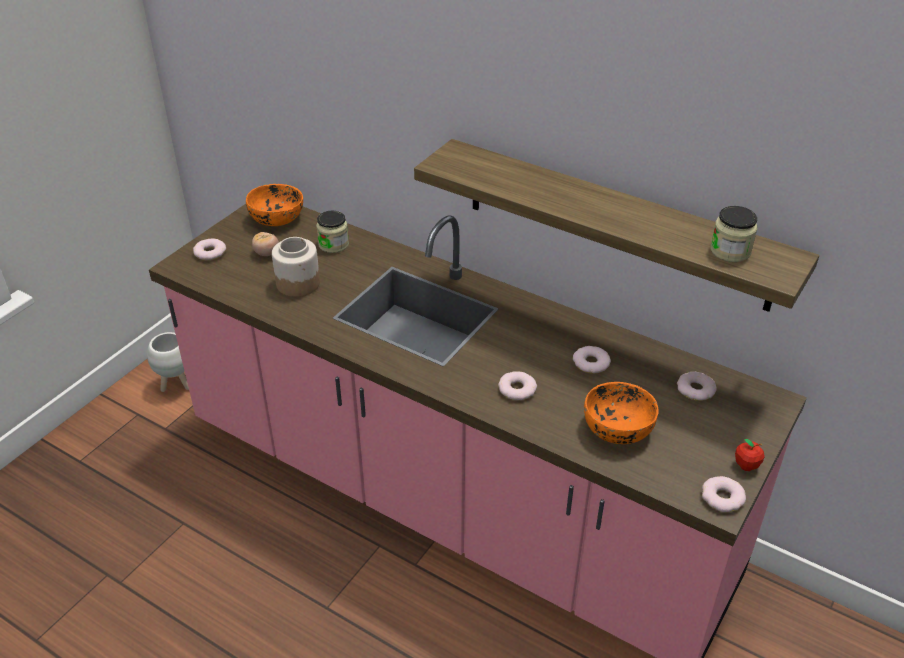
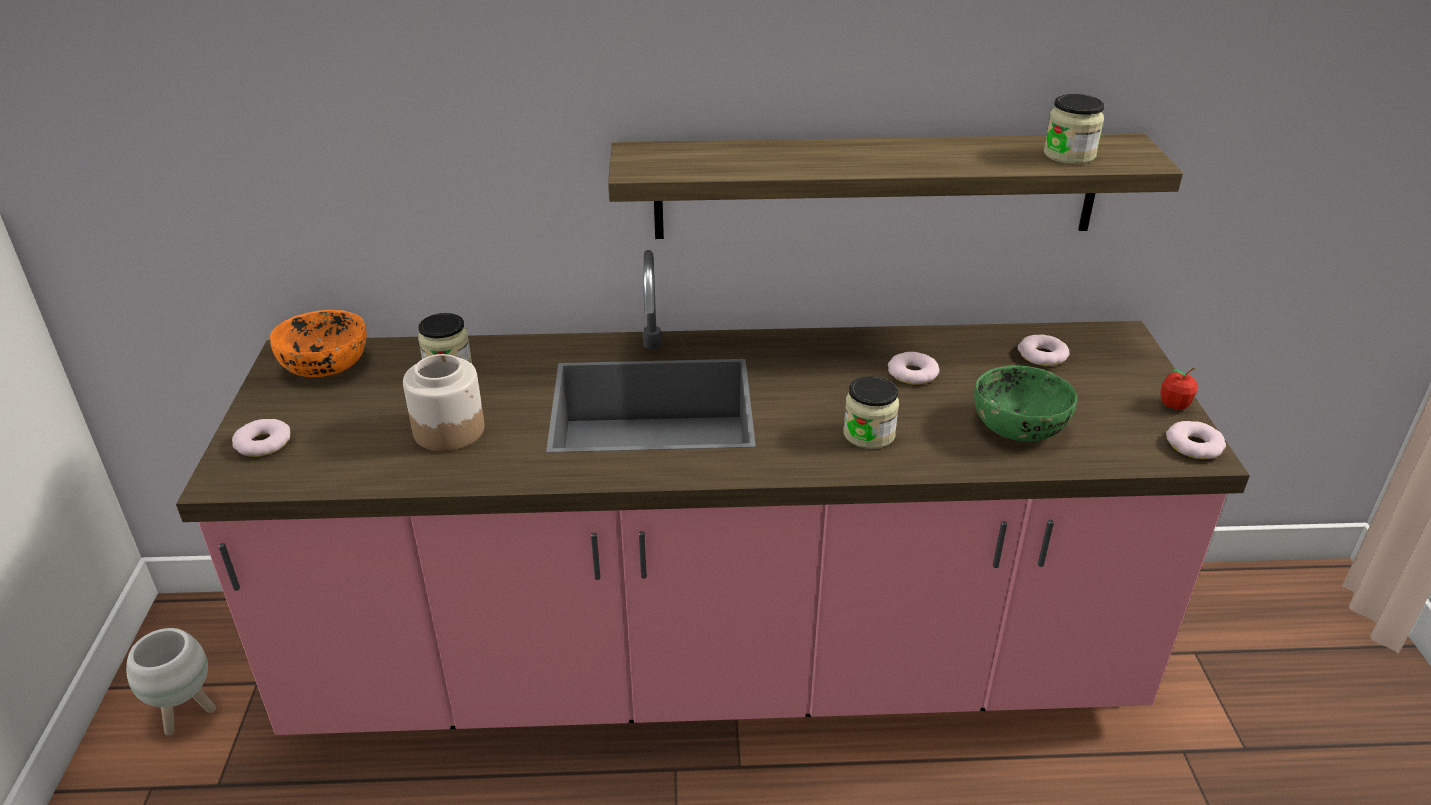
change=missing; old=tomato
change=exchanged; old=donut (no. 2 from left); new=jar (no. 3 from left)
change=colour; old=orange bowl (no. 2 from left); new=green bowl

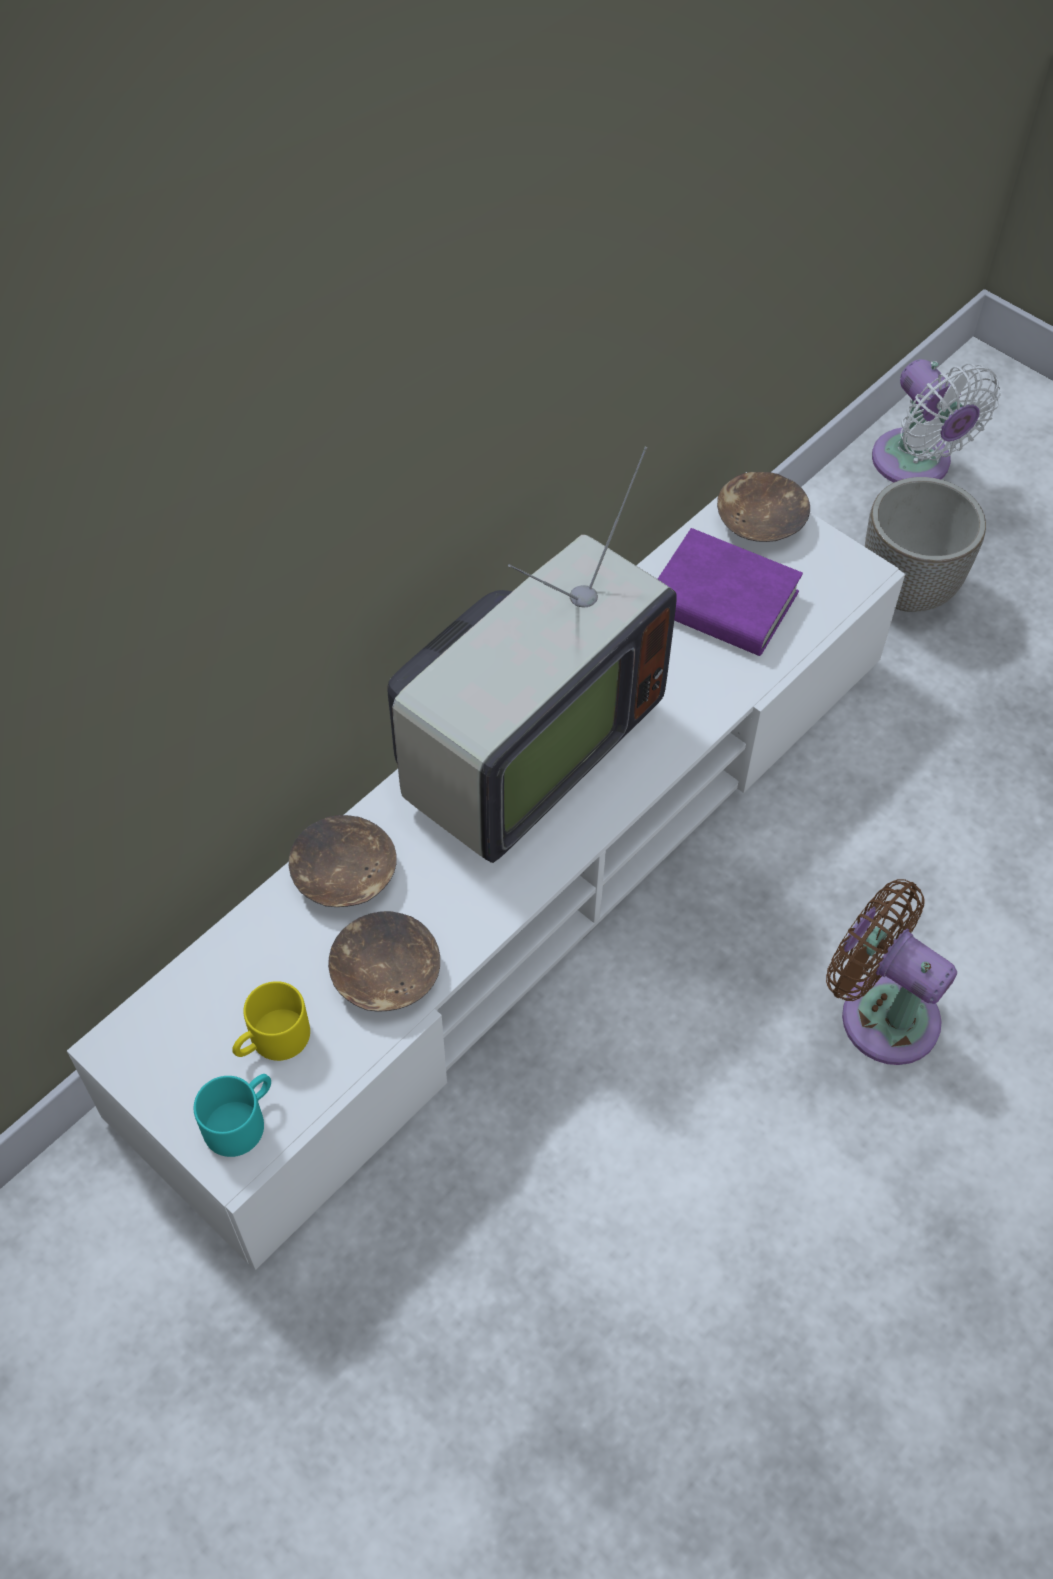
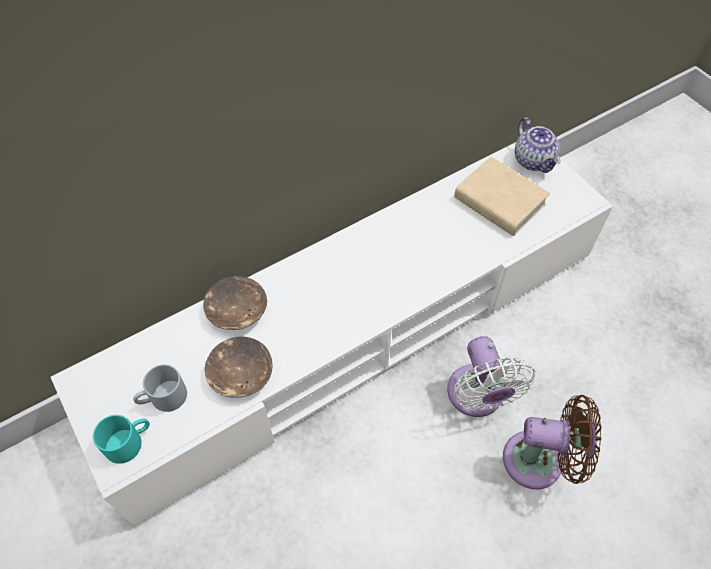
change=colour; old=yellow mug; new=grey mug
change=missing; old=television
change=colour; old=purple book; new=beige book
change=exchanged; old=brown bowl (no. 3 from left); new=teapot
change=spun; old=brown fan; degrees=135
change=missing; old=planter
change=relocated; old=white fan

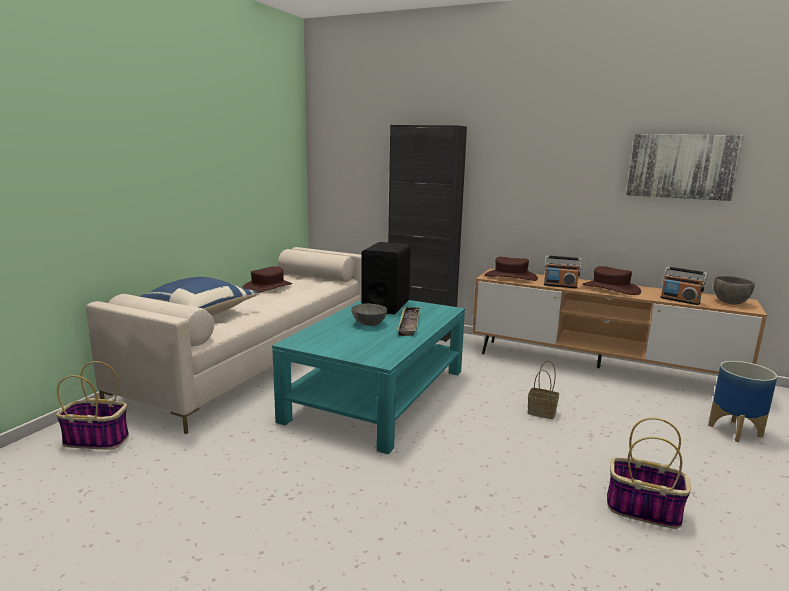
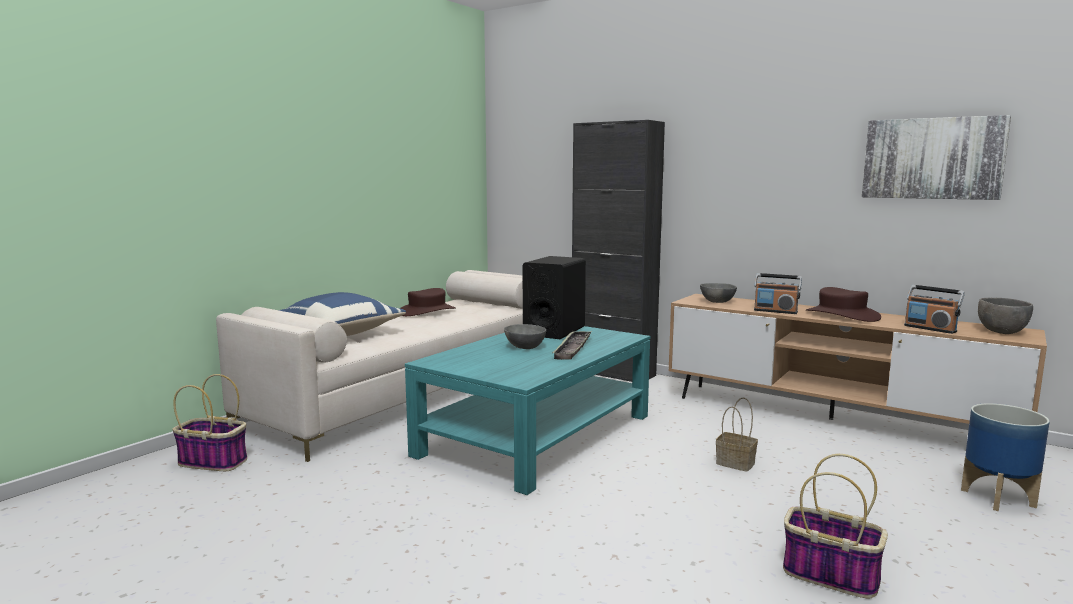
change=exchanged; old=brown hat (no. 2 from left); new=grey bowl (no. 2 from left)

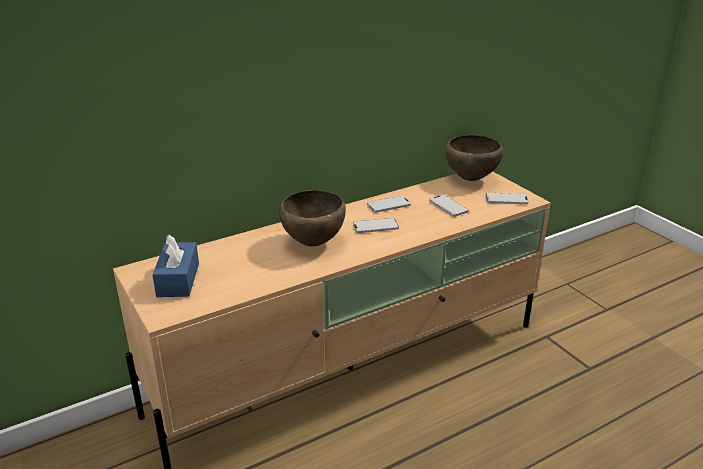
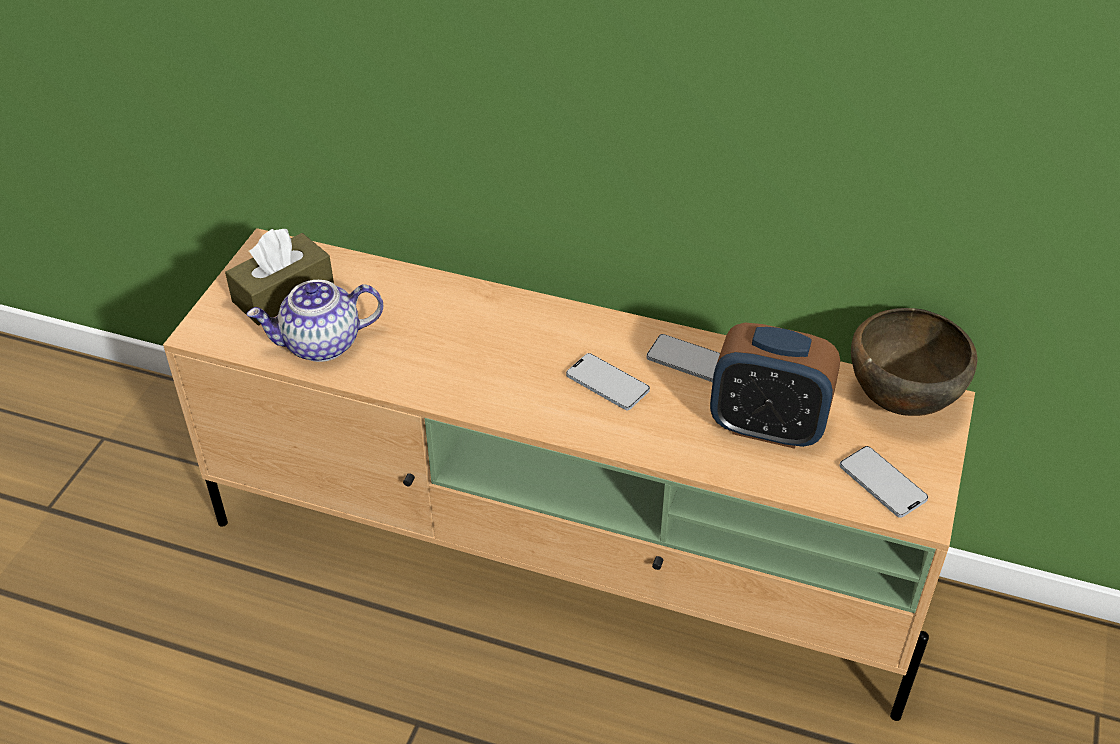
change=colour; old=blue tissue box; new=brown tissue box
change=missing; old=brown bowl (no. 1 from left)
change=exchanged; old=phone (no. 3 from left); new=alarm clock
change=appeared; new=teapot

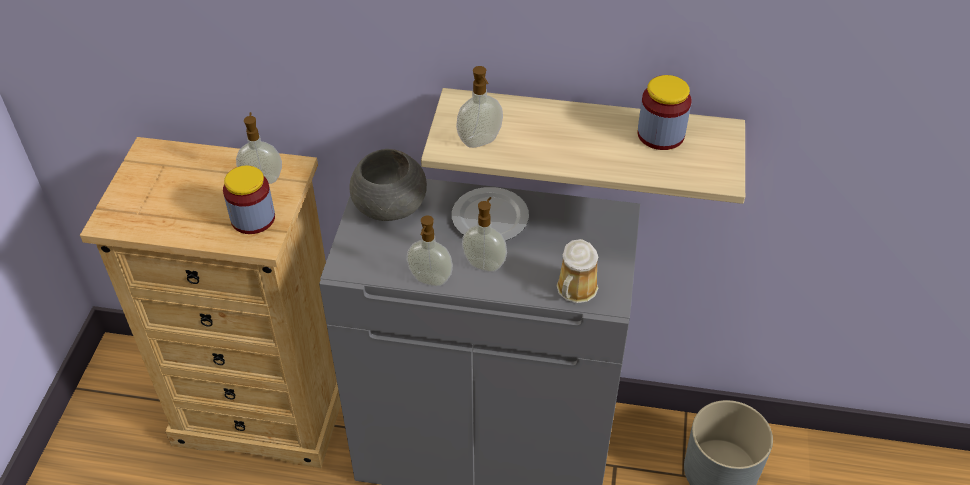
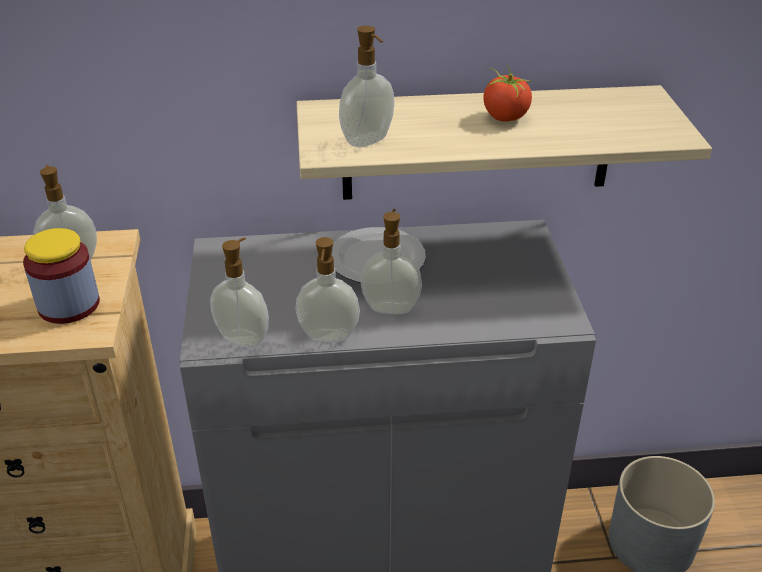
change=missing; old=grey bowl
change=missing; old=mug
change=missing; old=jar (no. 2 from left)
change=appeared; new=soap dispenser (no. 2 from left)
change=appeared; new=tomato

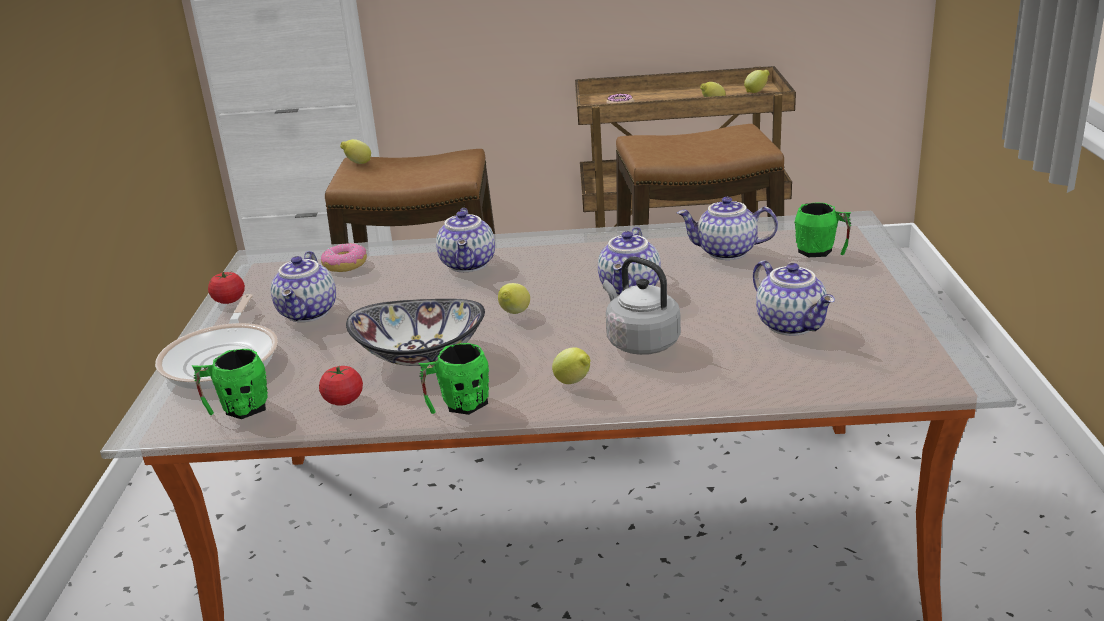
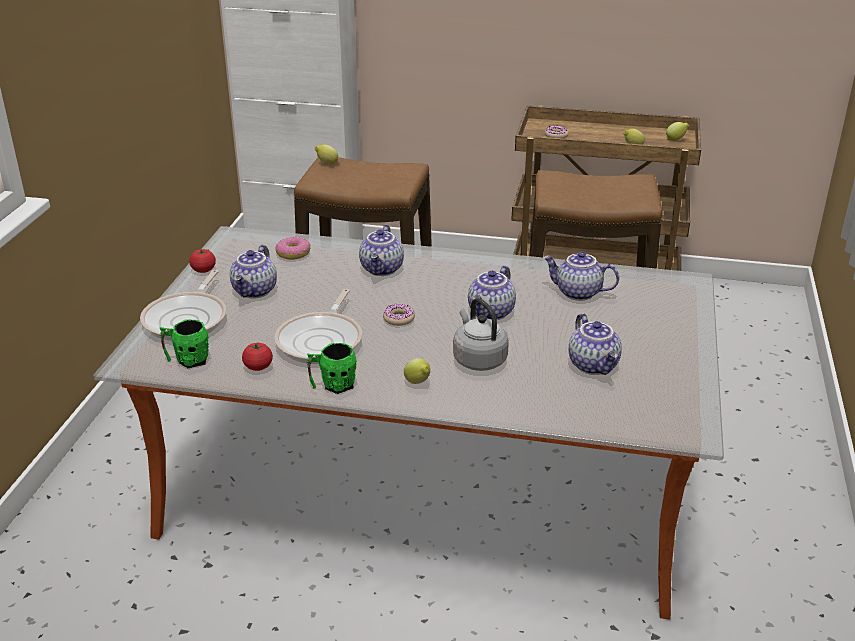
change=exchanged; old=bowl; new=frying pan (no. 2 from left)
change=exchanged; old=lemon (no. 2 from left); new=donut (no. 2 from left)
change=missing; old=green mug (no. 3 from left)

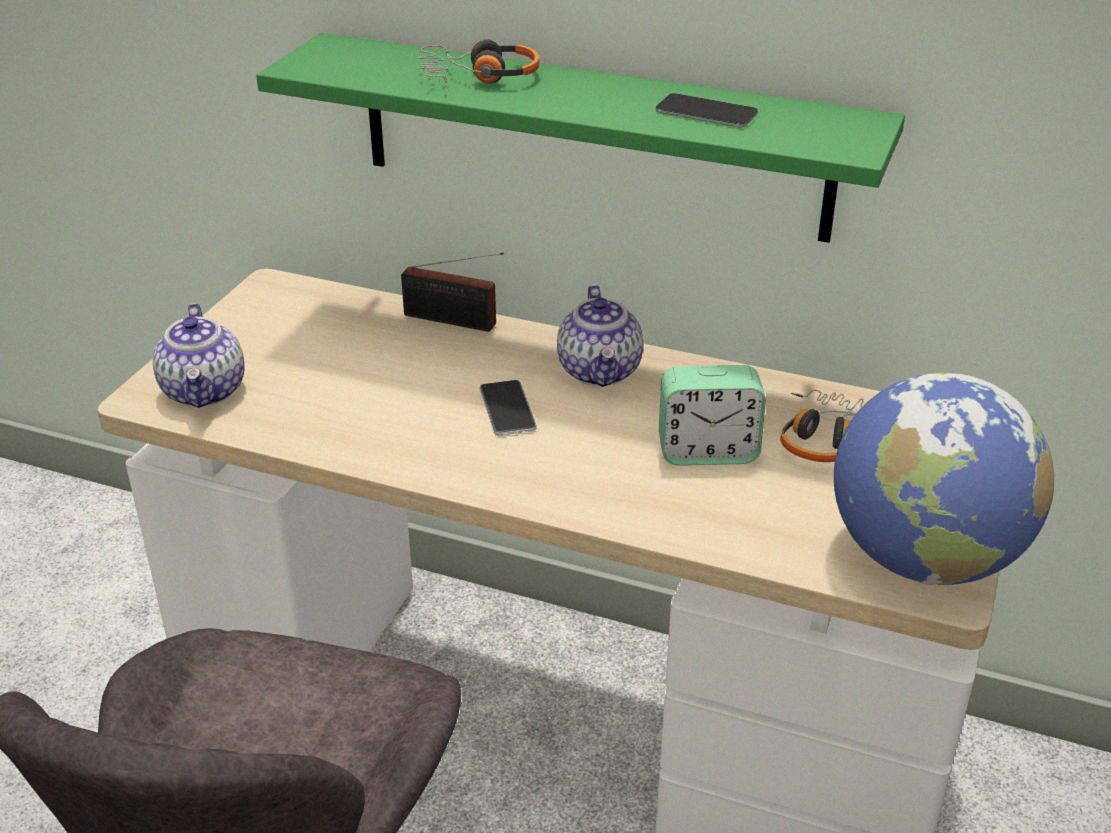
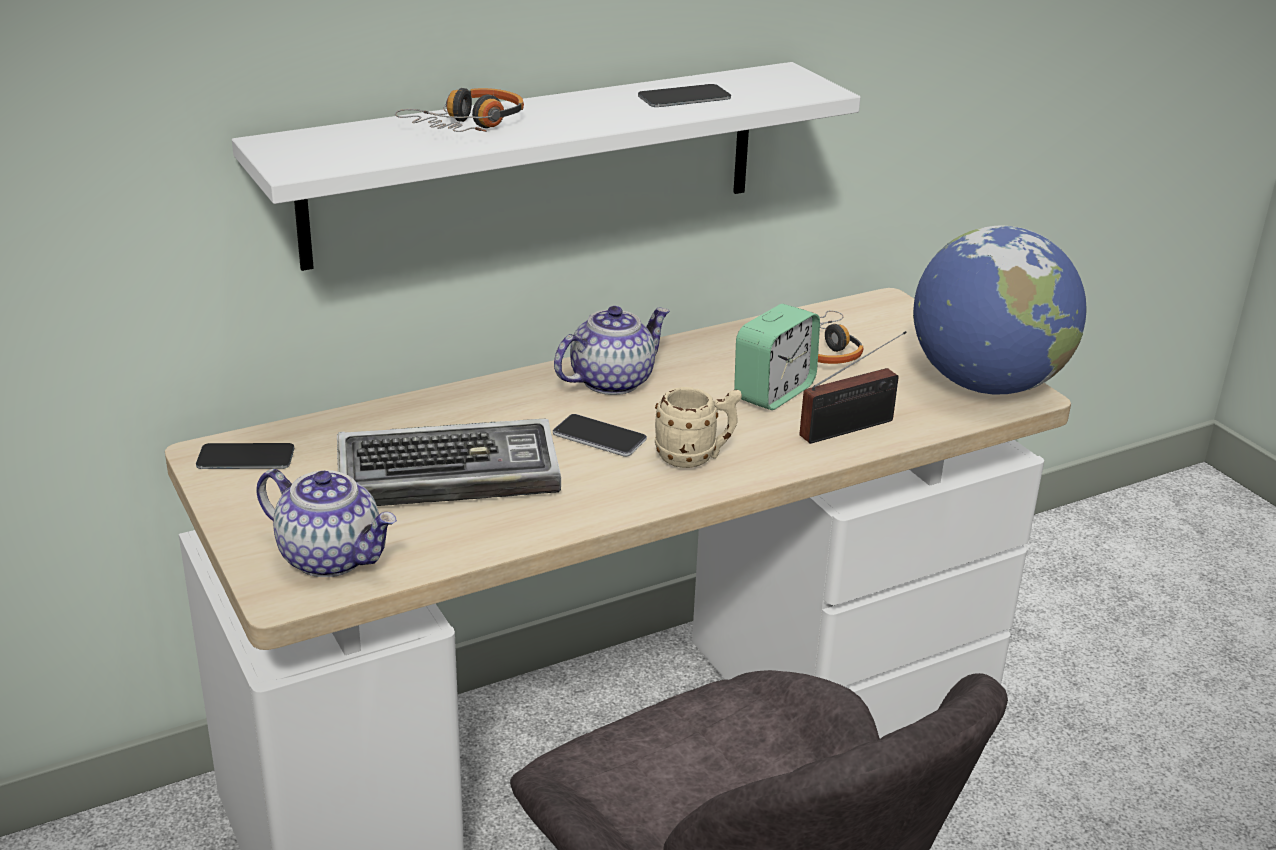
change=colour; old=green shelf; new=white shelf
change=relocated; old=radio
change=spun; old=teapot (no. 2 from left); degrees=-75
change=appeared; new=phone (no. 1 from left)
change=appeared; new=keyboard
change=appeared; new=beige mug

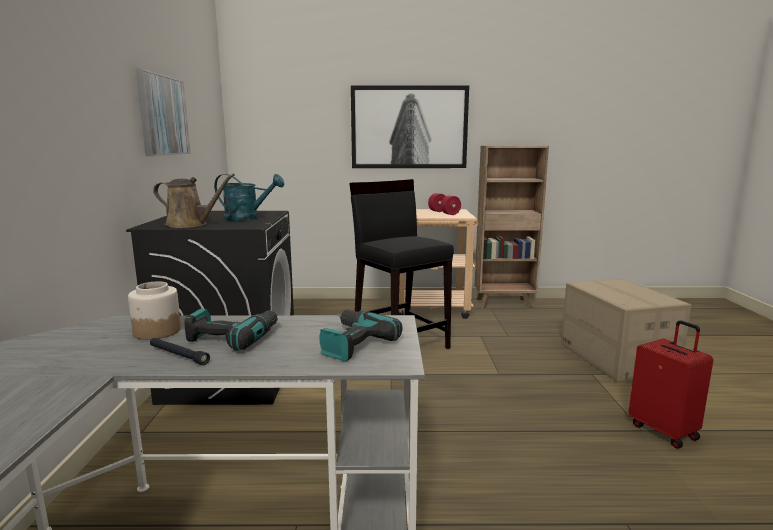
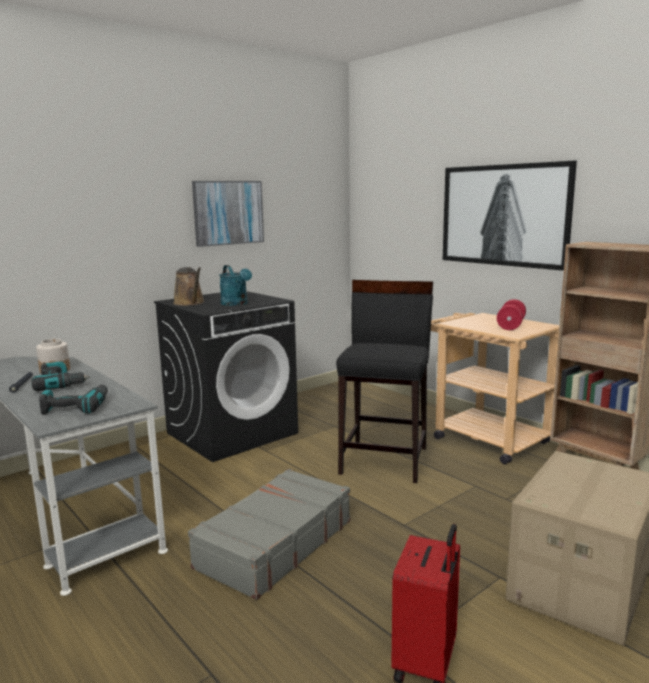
change=appeared; new=grey suitcase

